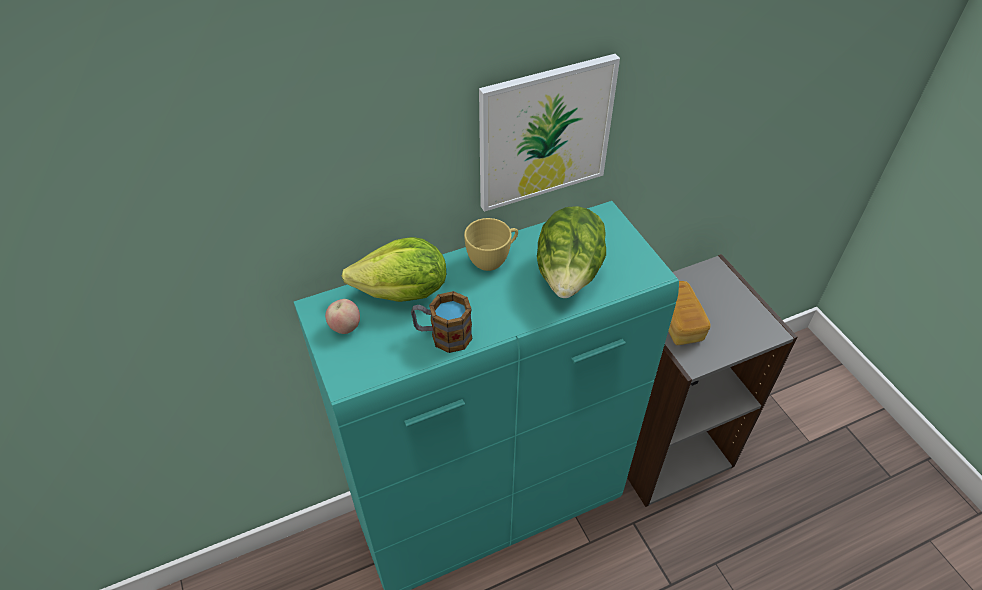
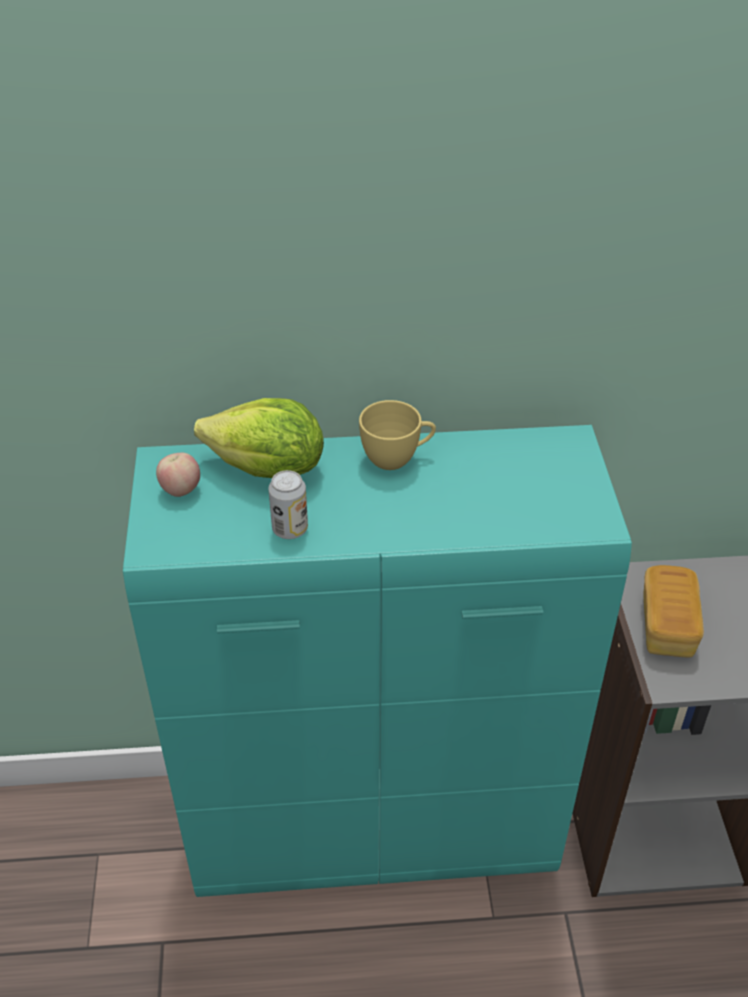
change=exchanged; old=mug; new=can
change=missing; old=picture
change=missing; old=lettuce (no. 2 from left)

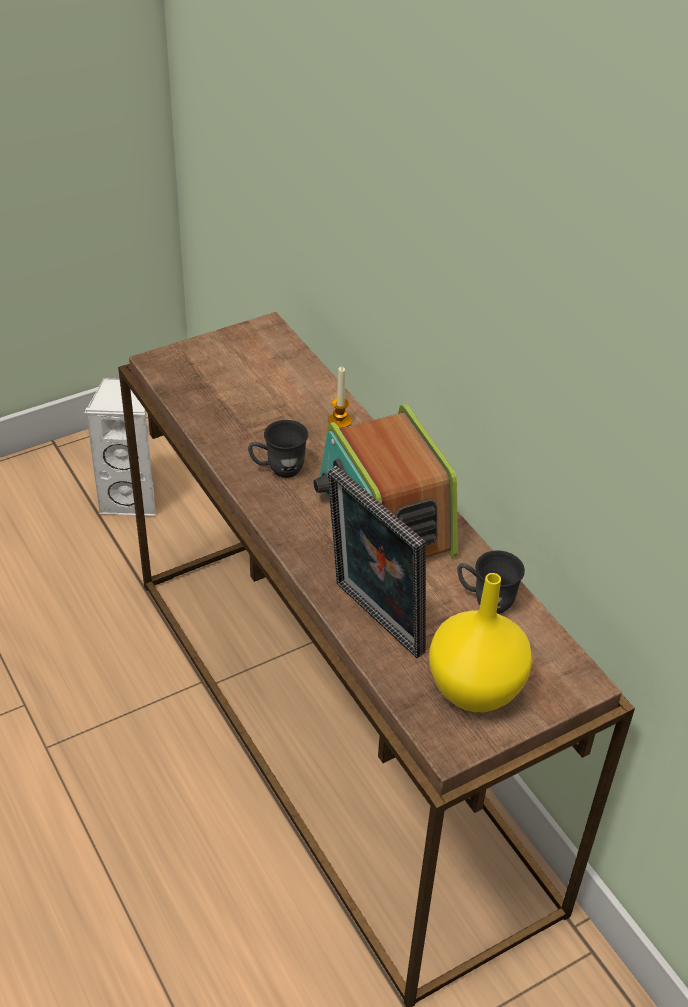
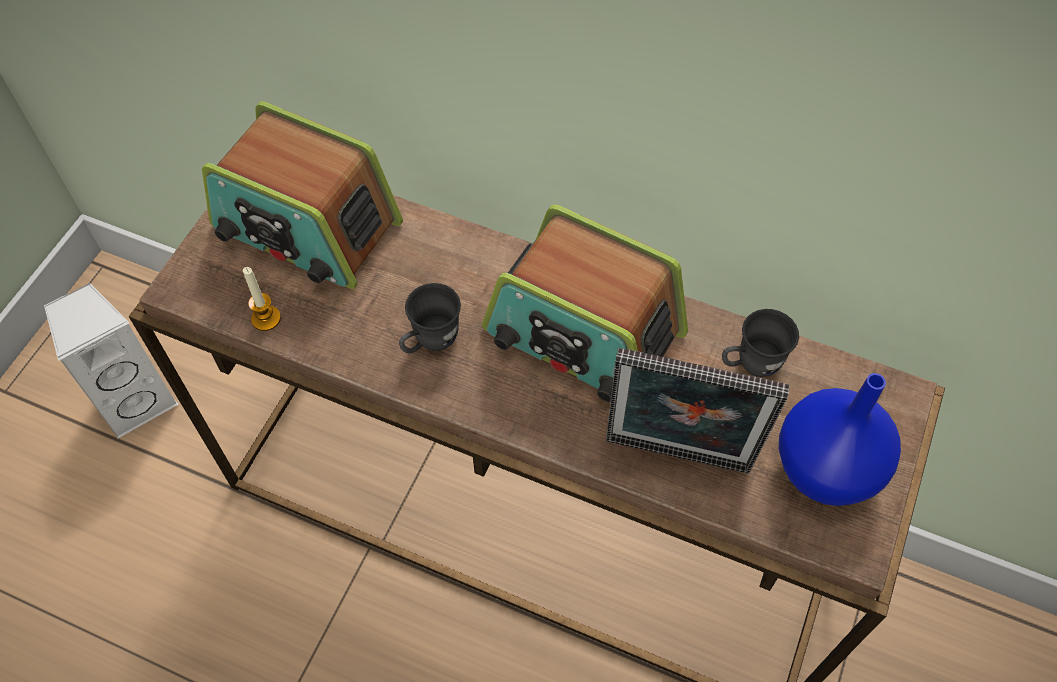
change=relocated; old=candle
change=colour; old=yellow vase; new=blue vase
change=appeared; new=radio (no. 1 from left)

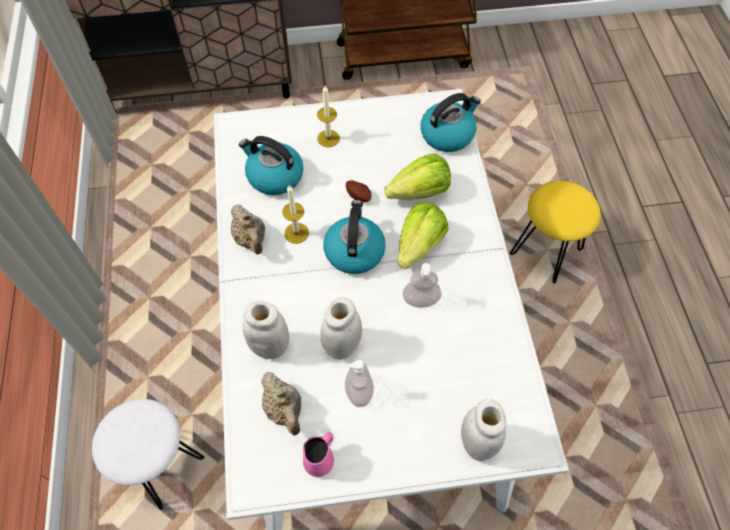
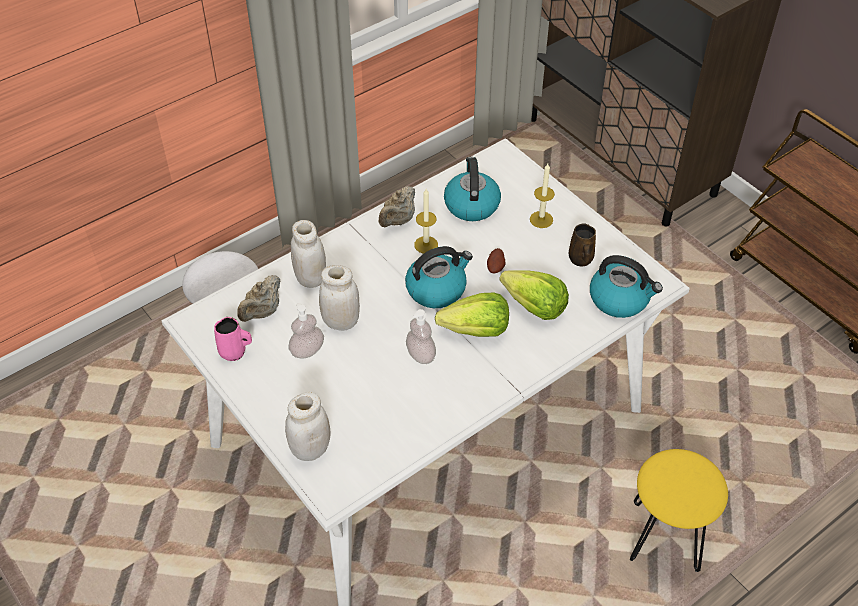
change=appeared; new=brown mug

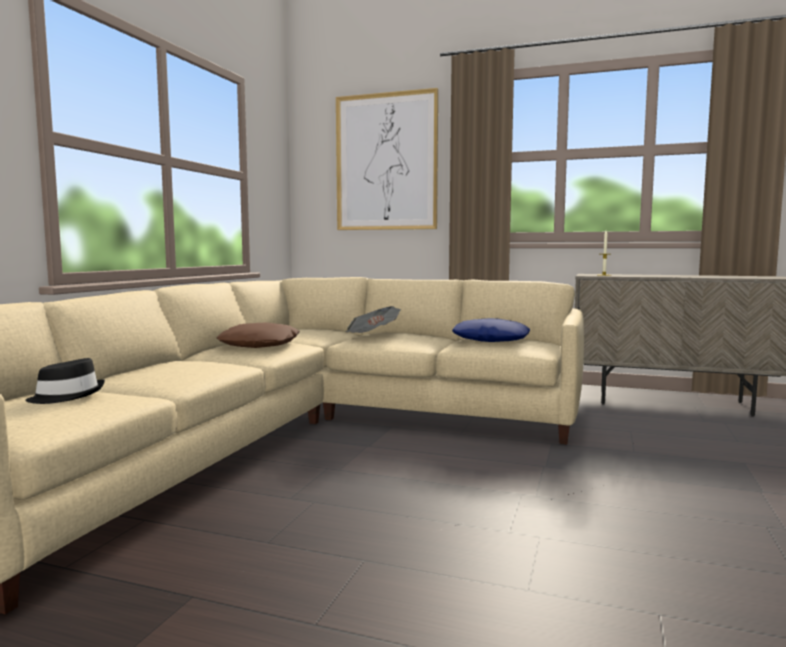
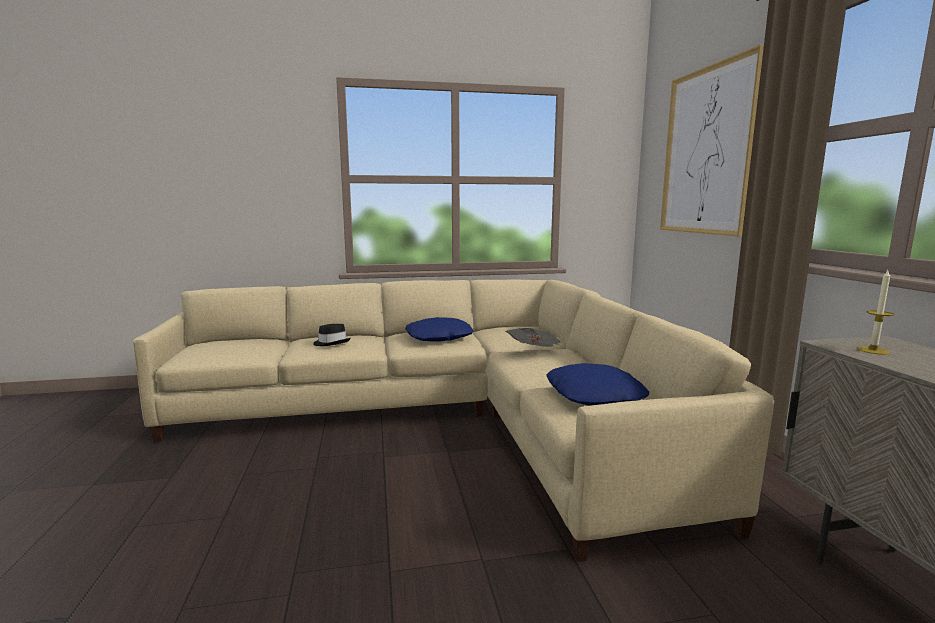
change=relocated; old=black hat
change=colour; old=brown pillow; new=blue pillow (no. 1 from left)

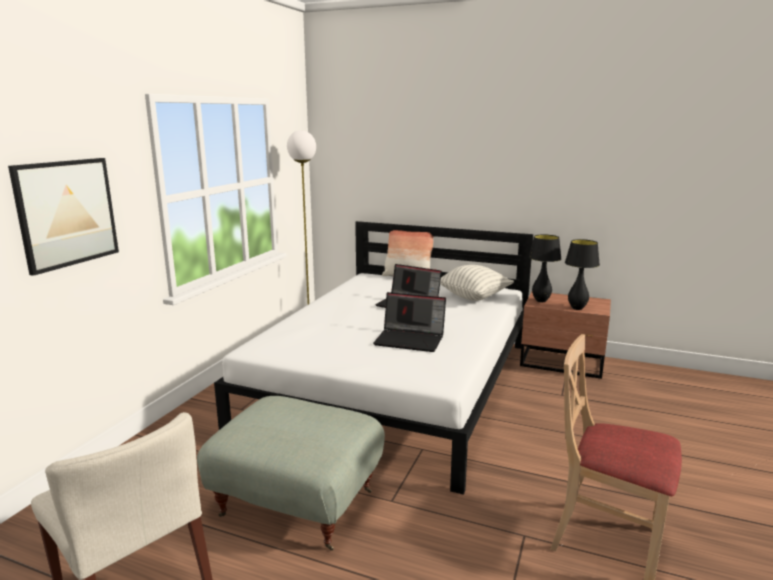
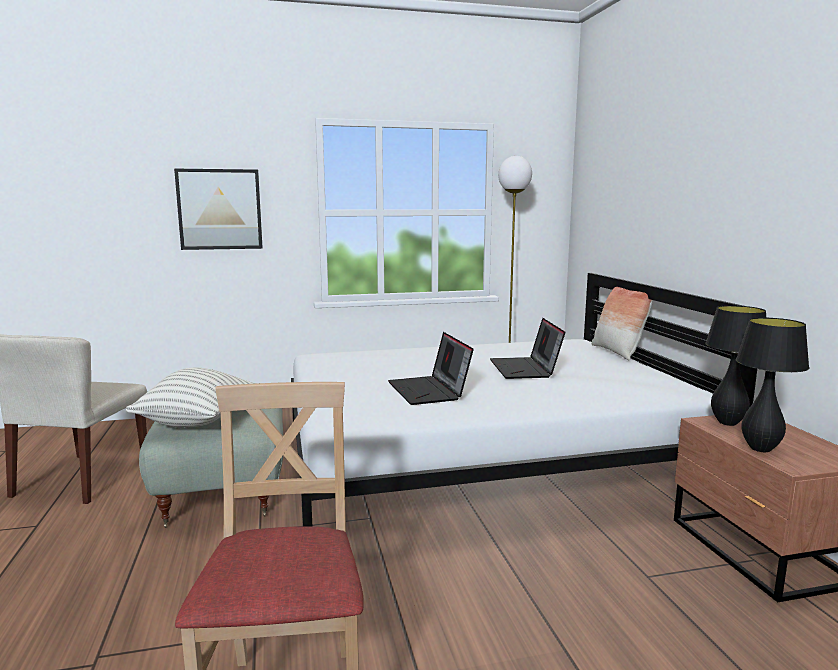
change=relocated; old=pillow (no. 2 from left in the first image); new=pillow (no. 1 from left)

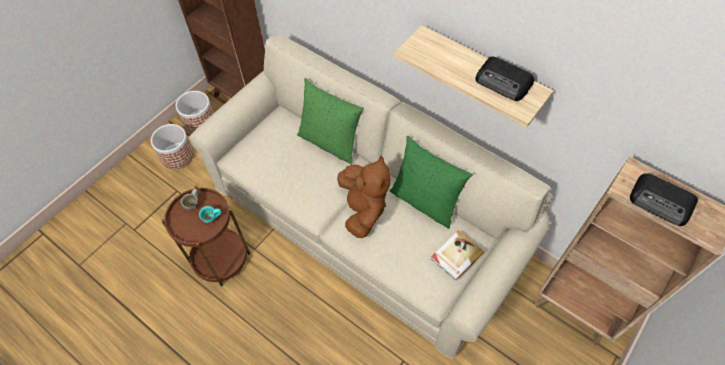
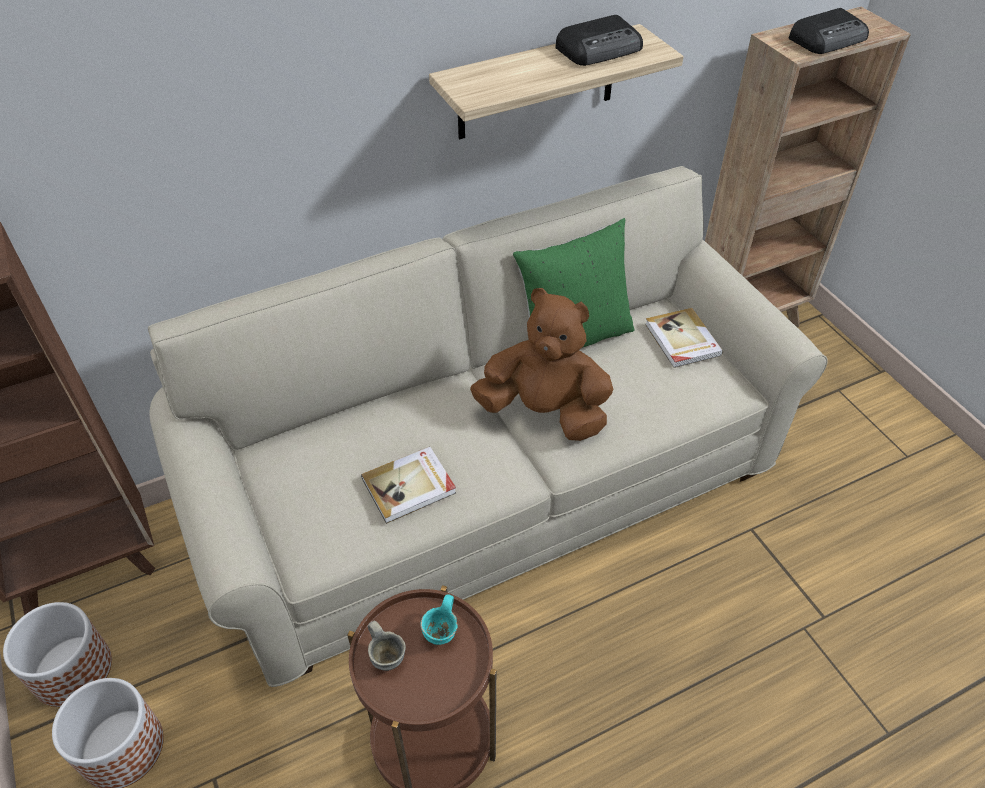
change=missing; old=green pillow (no. 1 from left)
change=appeared; new=book (no. 1 from left)

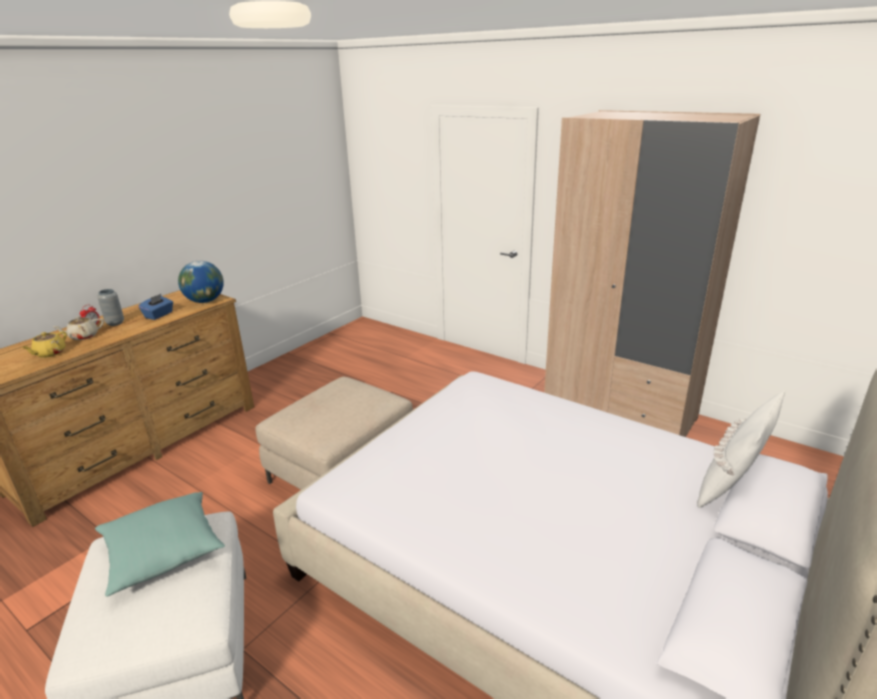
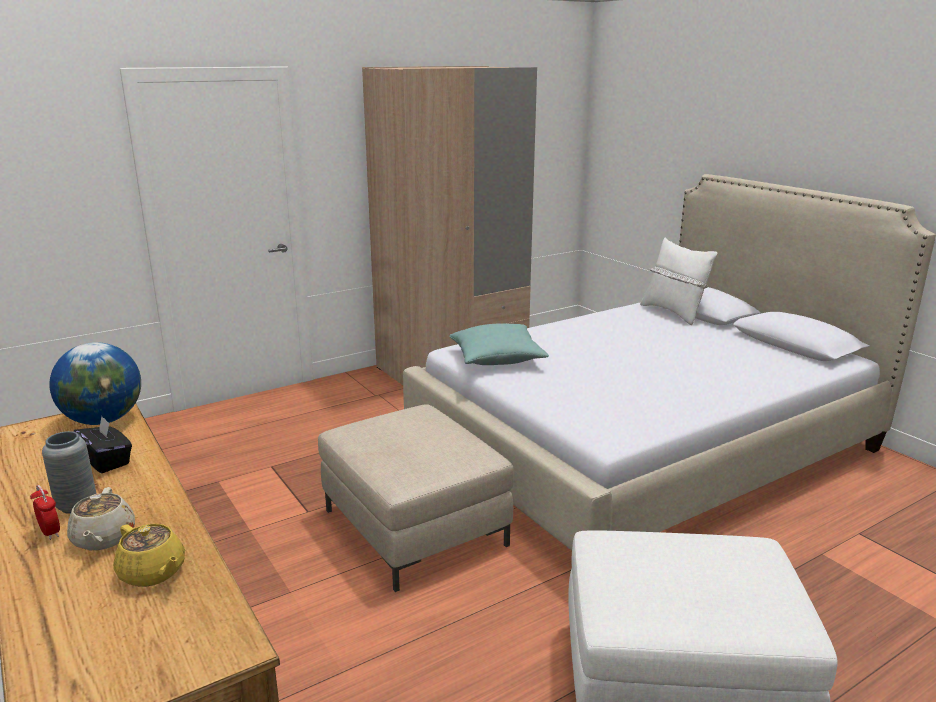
change=relocated; old=turquoise pillow
change=colour; old=blue tissue box; new=black tissue box

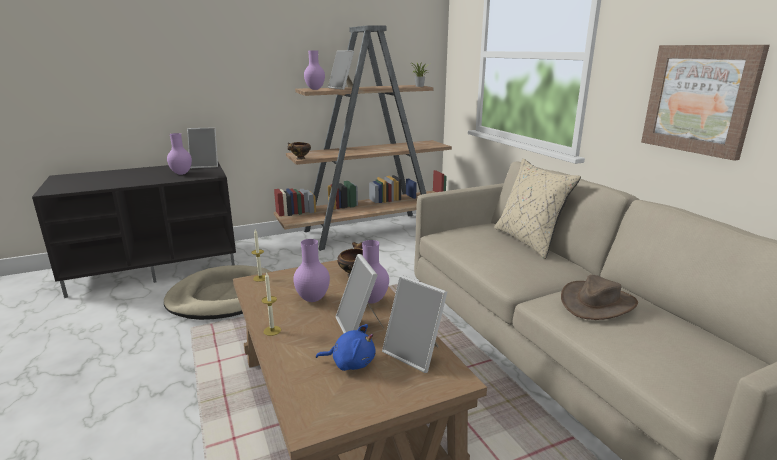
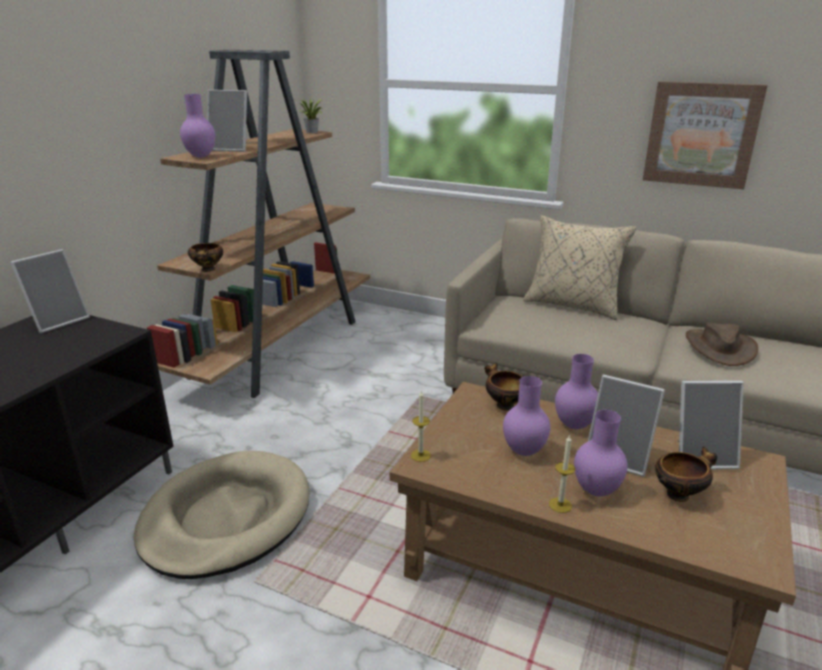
change=relocated; old=purple vase (no. 1 from left in the first image); new=purple vase (no. 4 from left)
change=exchanged; old=blue plush toy; new=bowl (no. 3 from left)

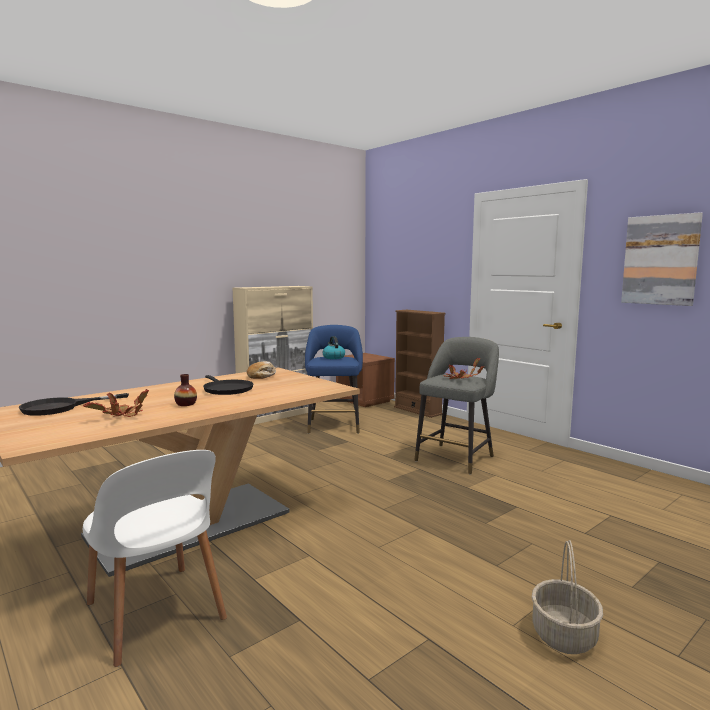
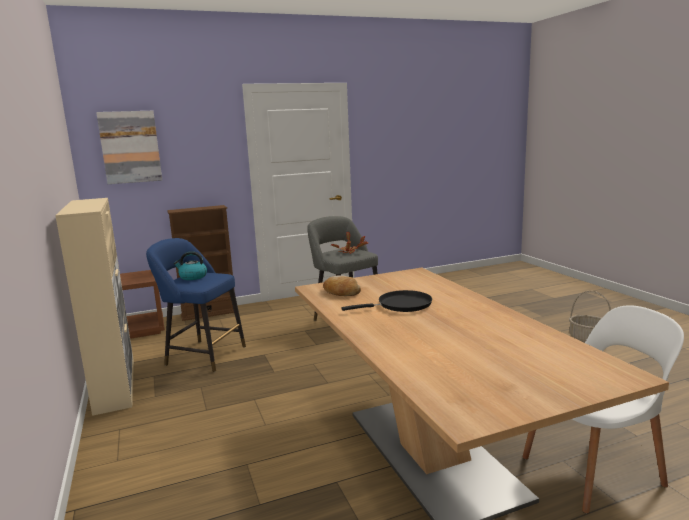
change=missing; old=black frying pan (no. 1 from left)
change=missing; old=potted plant (no. 1 from left)
change=missing; old=vase
change=relocated; old=picture

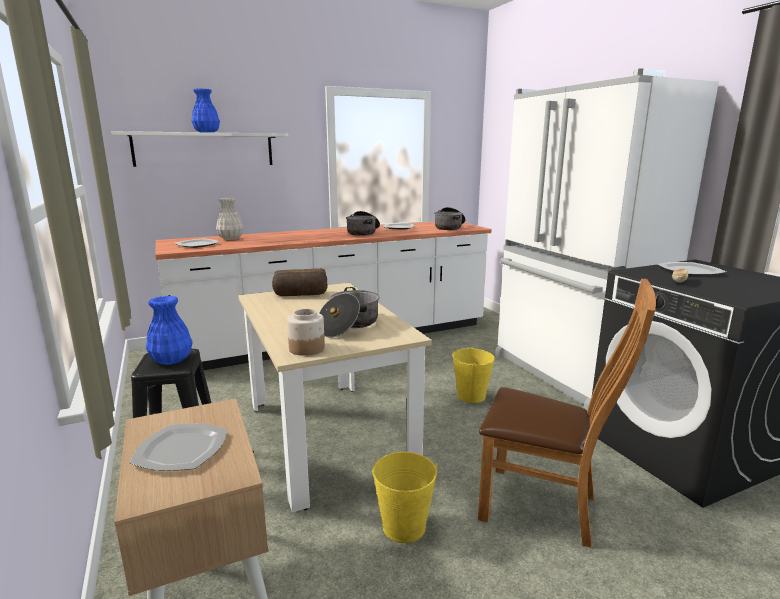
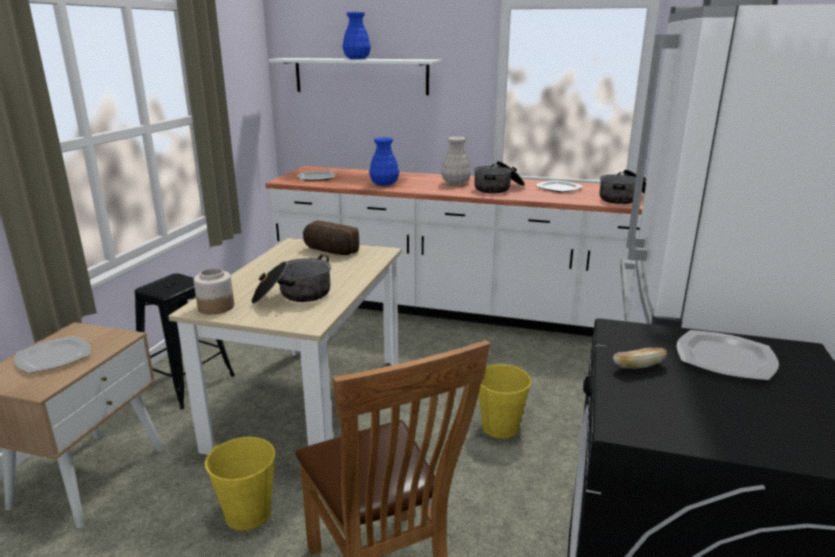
change=relocated; old=blue vase (no. 1 from left in the first image); new=blue vase (no. 2 from left)
change=relocated; old=white vase

